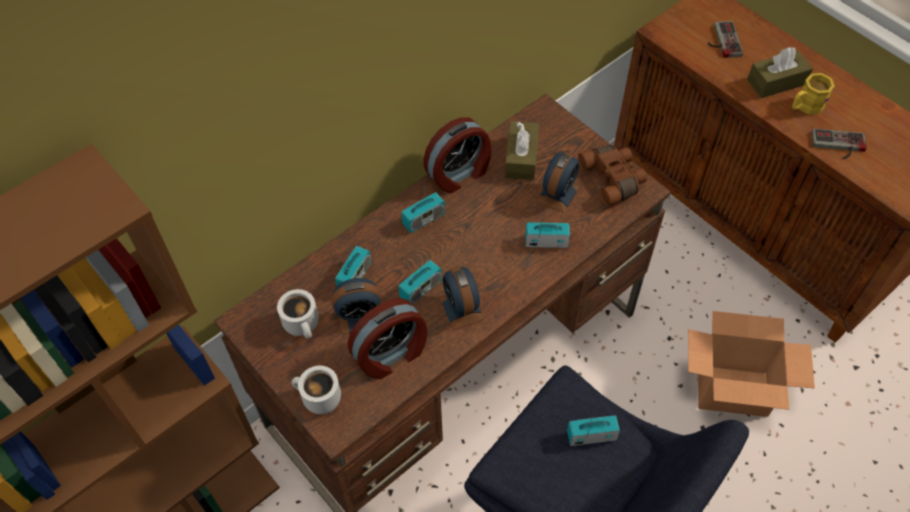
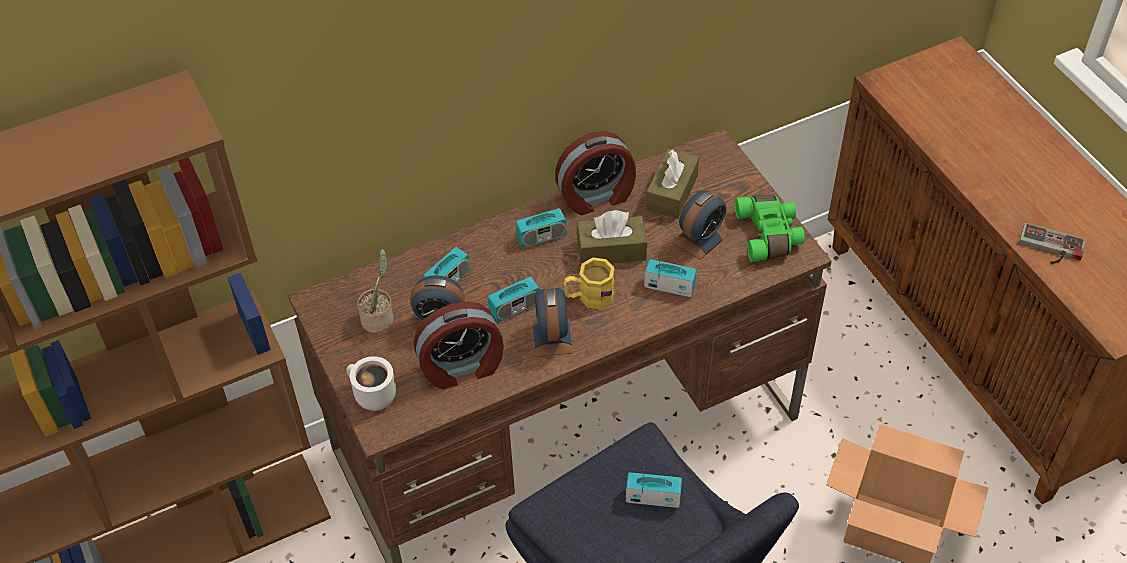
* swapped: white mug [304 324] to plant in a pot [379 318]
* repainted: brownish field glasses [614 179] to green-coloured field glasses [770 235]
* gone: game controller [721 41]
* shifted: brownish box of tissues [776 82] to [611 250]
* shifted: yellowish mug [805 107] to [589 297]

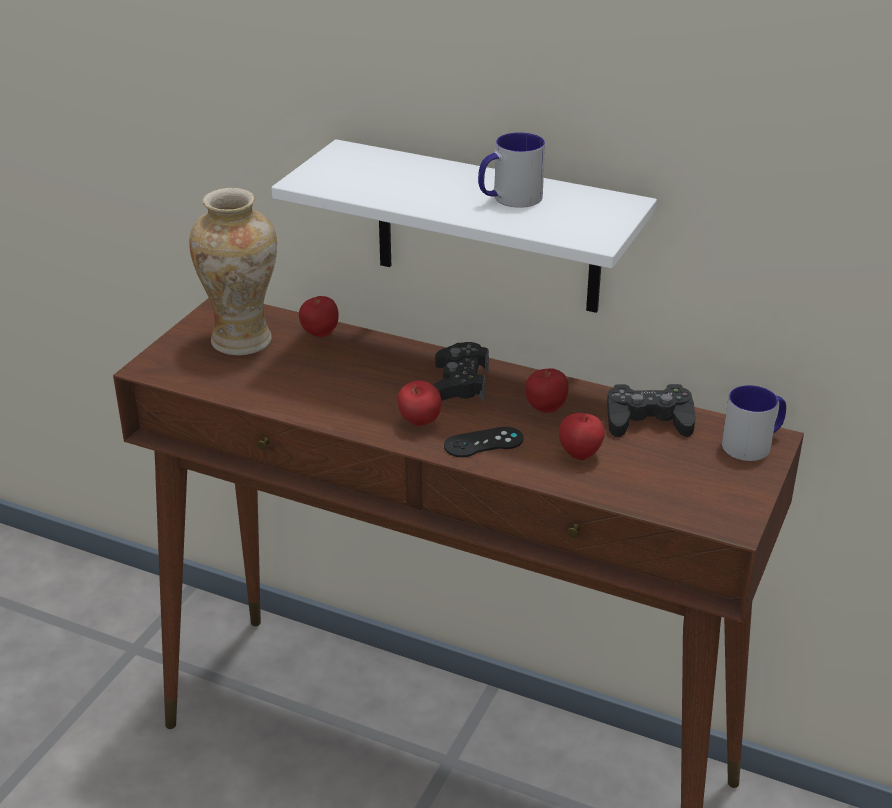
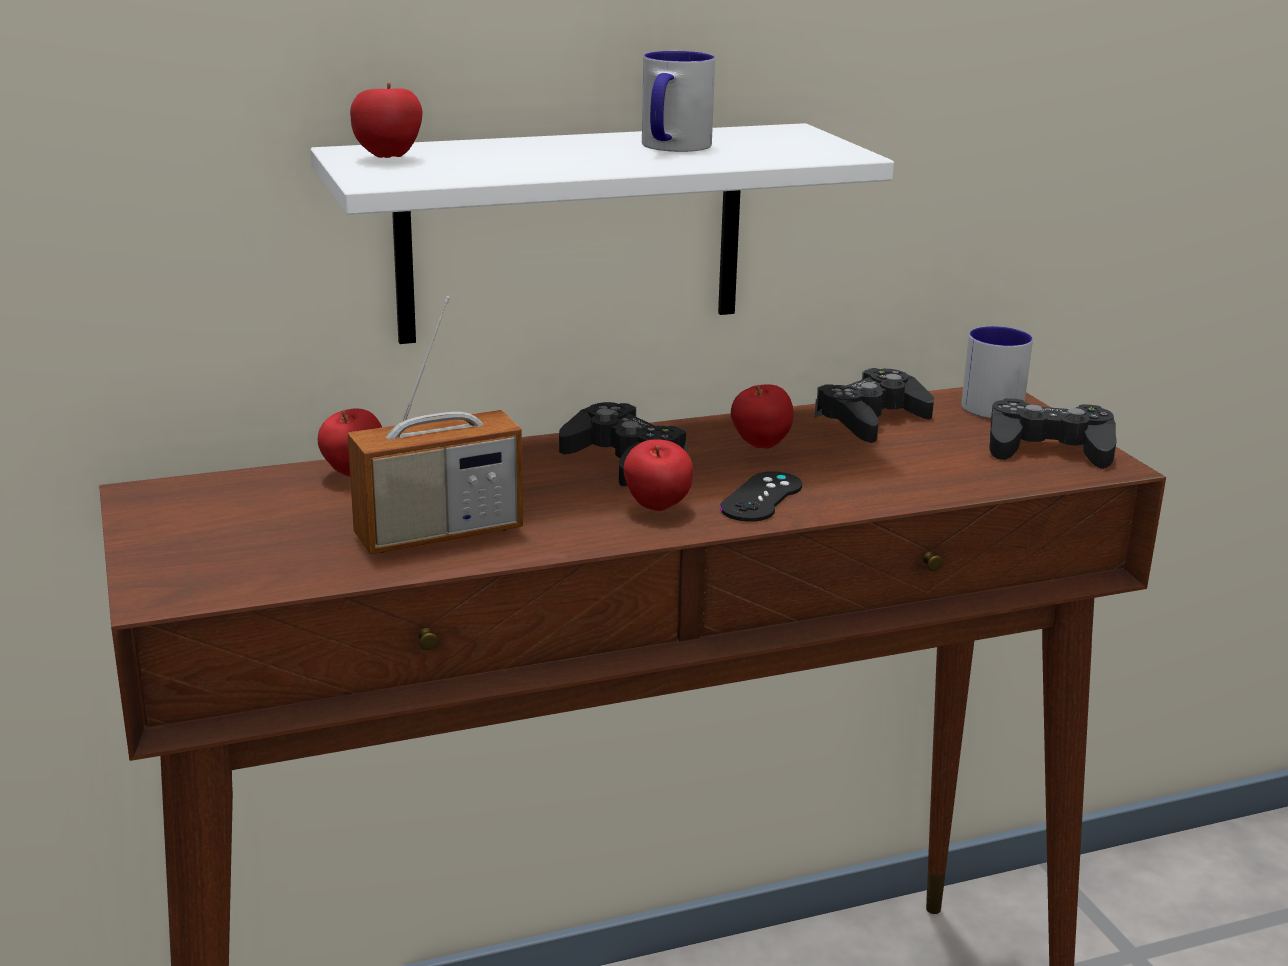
* gone: flower vase [243 341]
* shifted: apple [580 455] to [388 158]
* new: radio set [439 533]
* new: black-coloured game controller [1048 448]

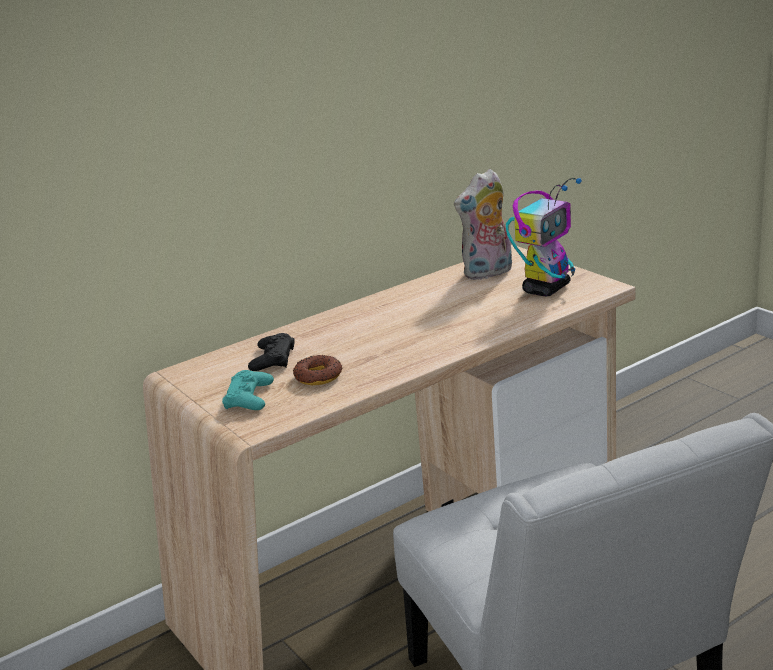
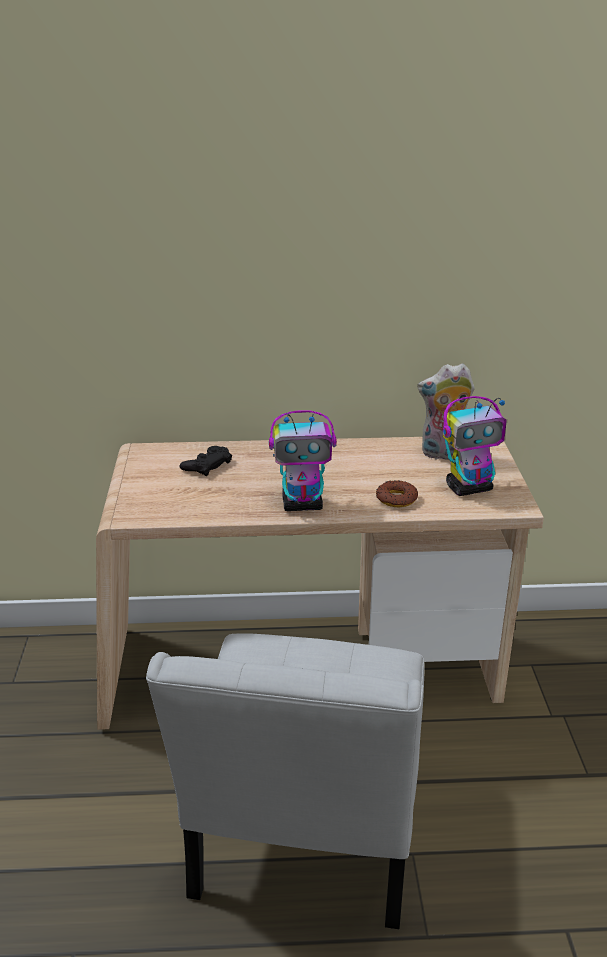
* gone: turquoise-coloured game controller [249 397]
* shifted: donut [318 376] to [396 499]
* new: toy robot [303 504]

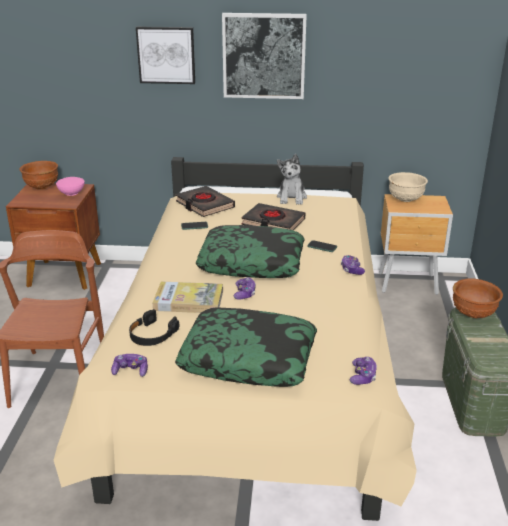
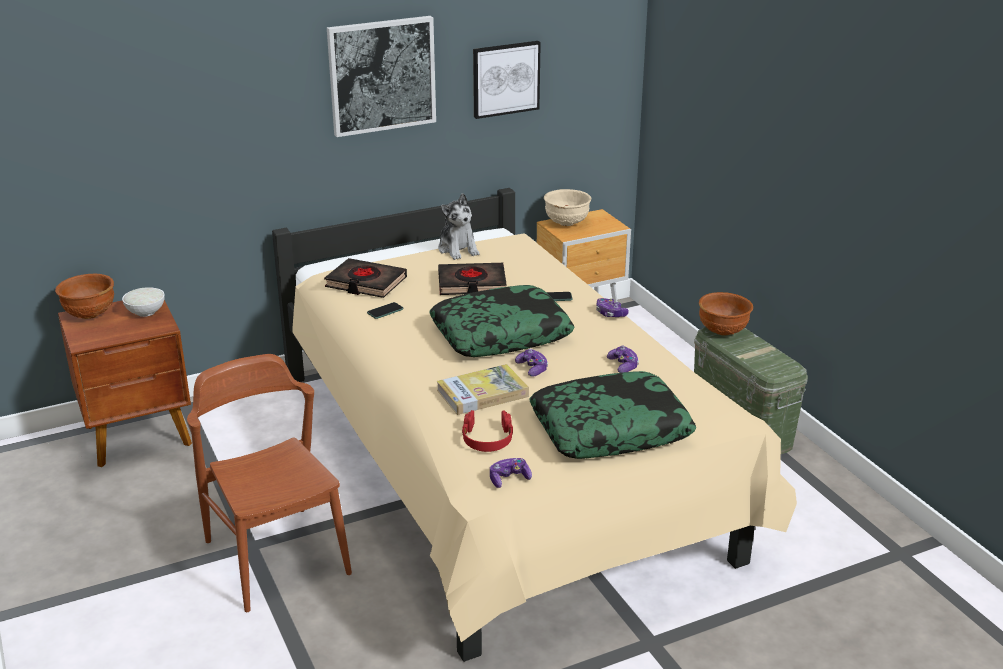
* repainted: pink-coloured bowl [71 193] to white bowl [145 312]
* repainted: black-coloured pair of headphones [152 335] to red-coloured pair of headphones [487 439]
* shifted: wall art [166 55] to [505 79]
* shifted: game controller [363 376] to [623 365]

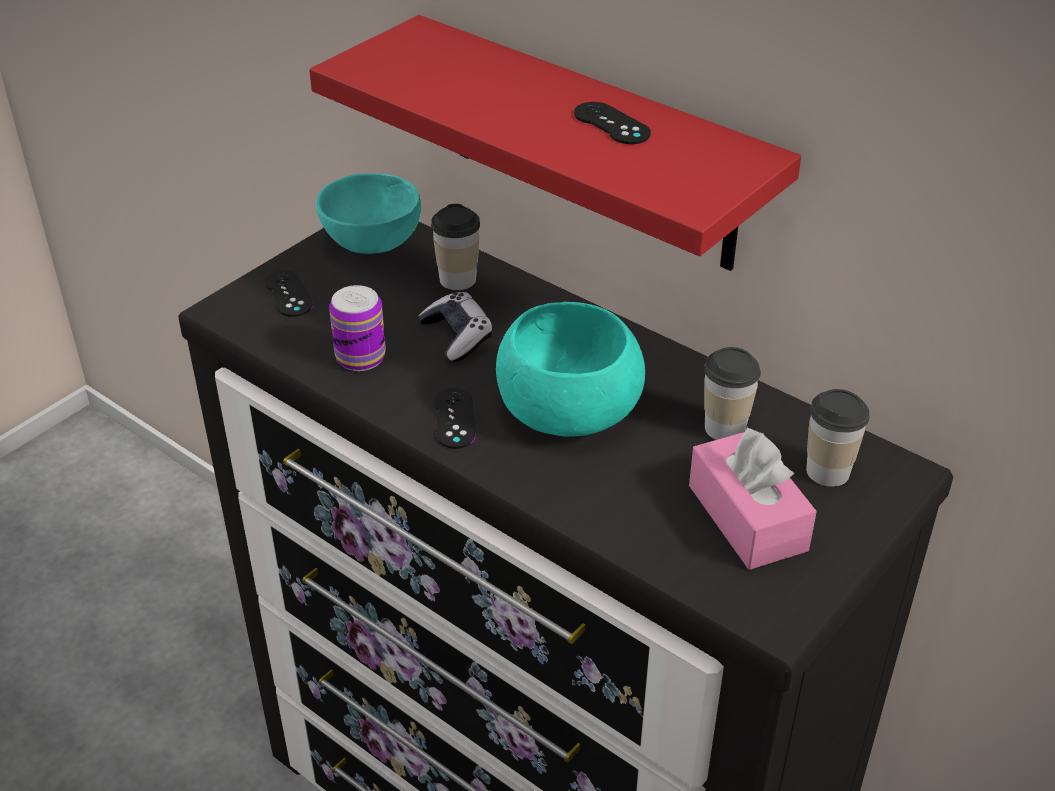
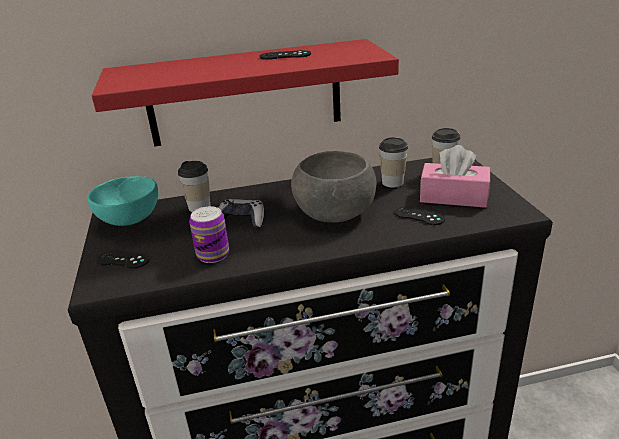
* shifted: black-coloured game controller [454 418] to [419 216]
* repainted: turquoise-coloured bowl [567 410] to greyish bowl [335 212]

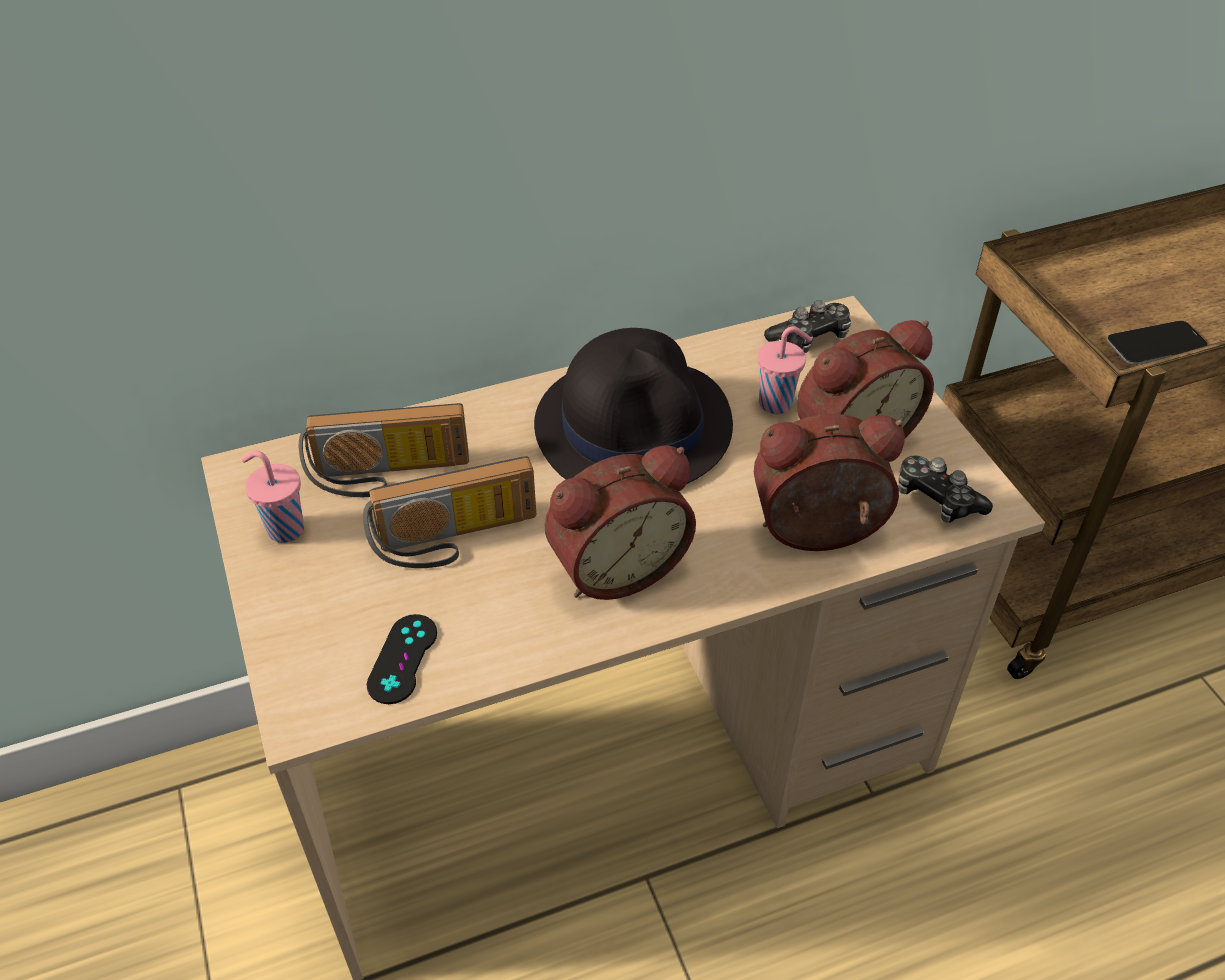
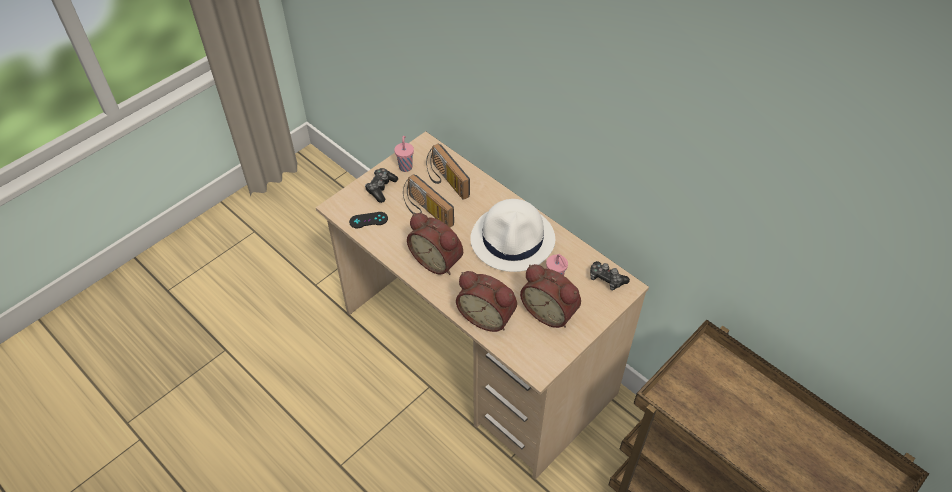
* repainted: black-coloured hat [634 425] to white hat [513 239]
* rotated: table clock [818 535] = [487 316] 150 degrees clockwise
* shifted: game controller [936 499] to [381 188]
* gone: telephone [1156 345]

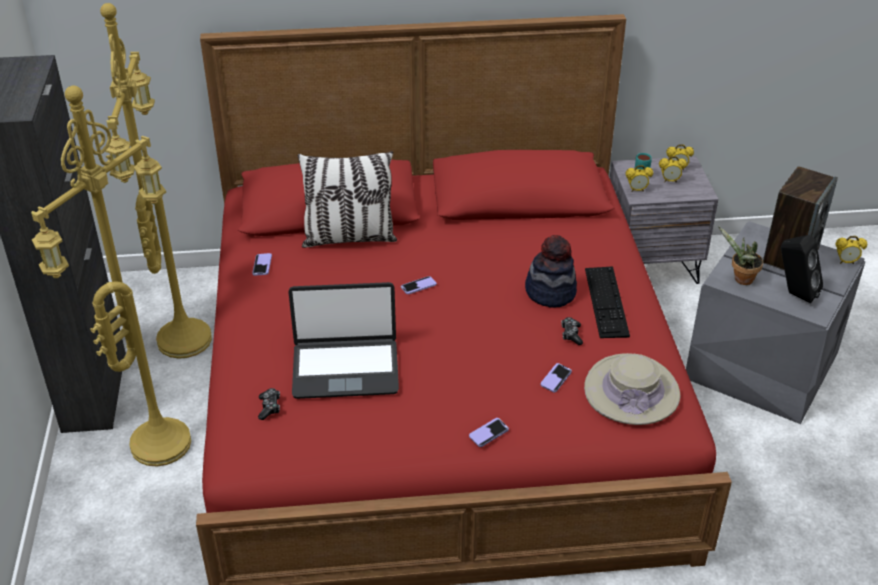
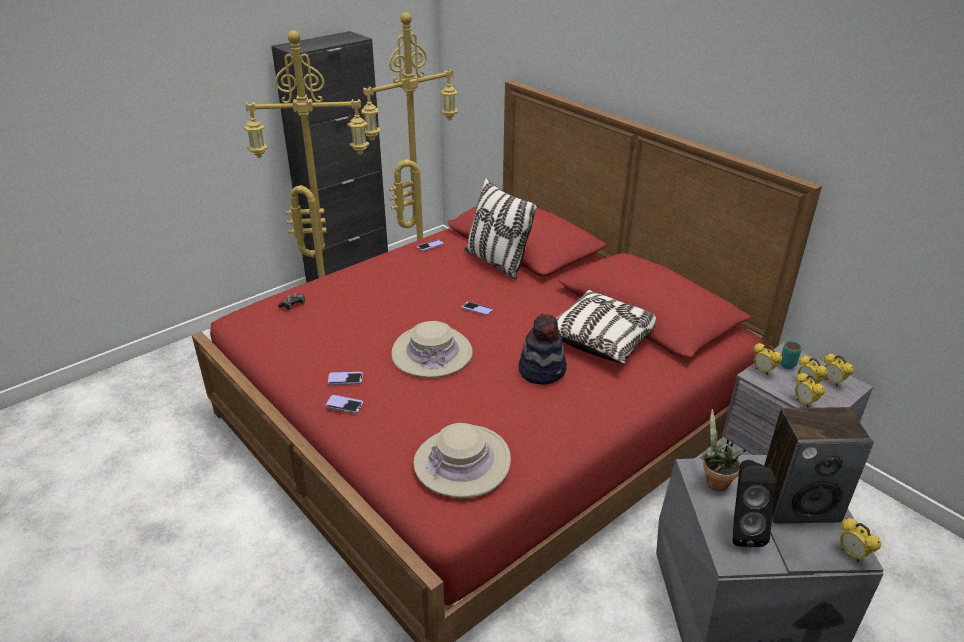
* gone: portable computer [345 369]
* shifted: telephone [556 378] to [345 379]
* gone: game controller [571 334]
* gone: computer keyboard [606 301]
* new: beige-coloured hat [432 353]
* new: cushion [602 339]
* new: table clock [804 402]

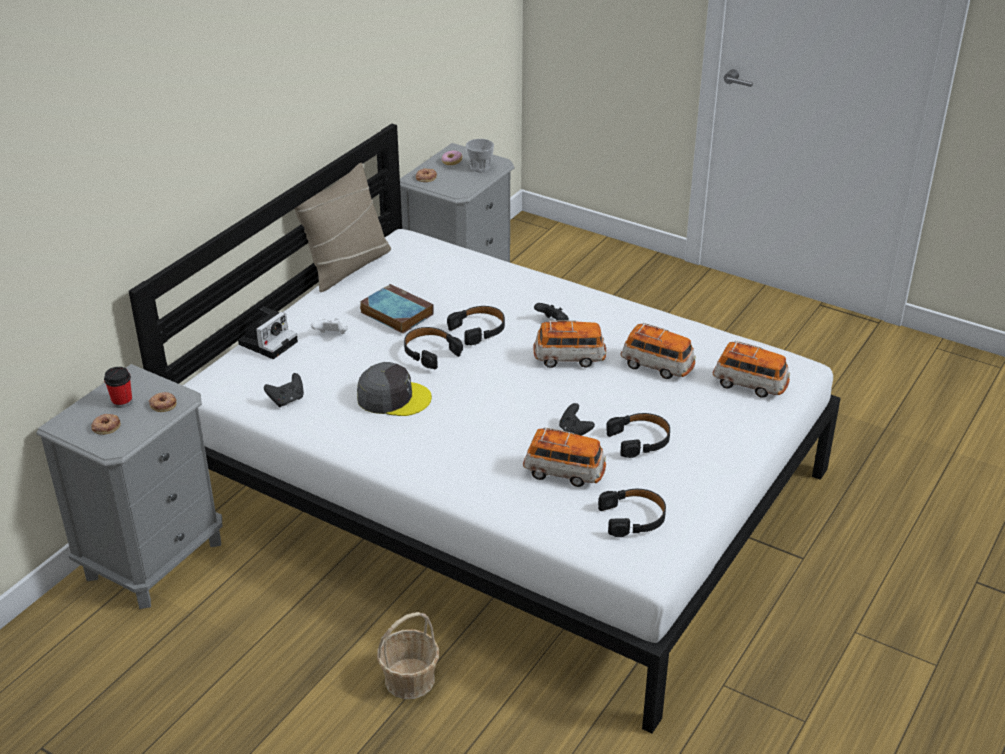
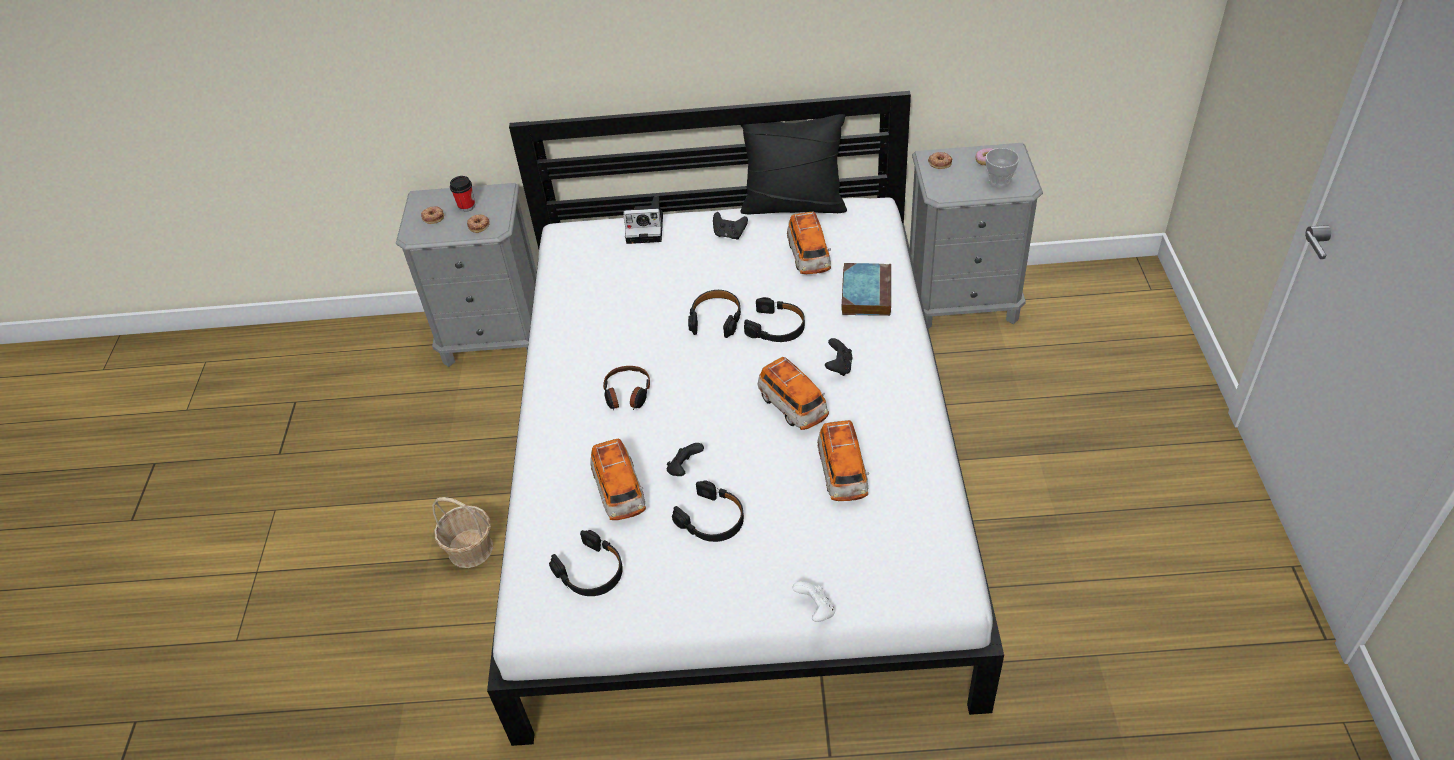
* shifted: black-coloured game controller [287 400] to [729 234]
* repainted: beige-coloured cushion [346 266] to black-coloured cushion [793 204]
* shifted: white game controller [331 336] to [816 609]
* gone: greyish cap [393 397]
* shifted: book [395 313] to [866 292]
* shifted: miniature car [750 385] to [808 257]
* new: pair of headphones [627 395]

